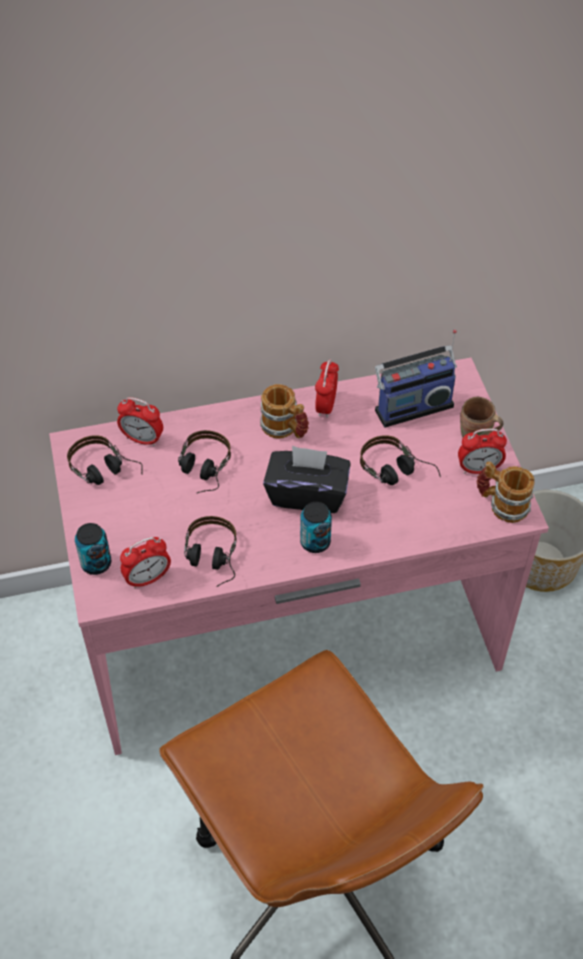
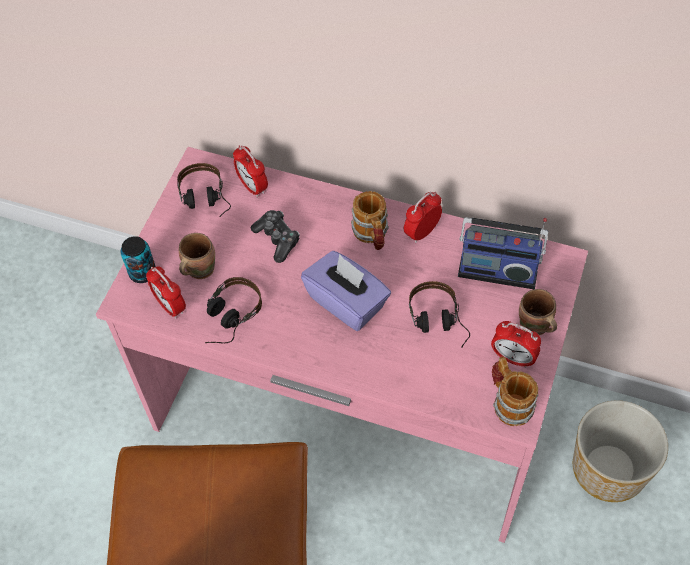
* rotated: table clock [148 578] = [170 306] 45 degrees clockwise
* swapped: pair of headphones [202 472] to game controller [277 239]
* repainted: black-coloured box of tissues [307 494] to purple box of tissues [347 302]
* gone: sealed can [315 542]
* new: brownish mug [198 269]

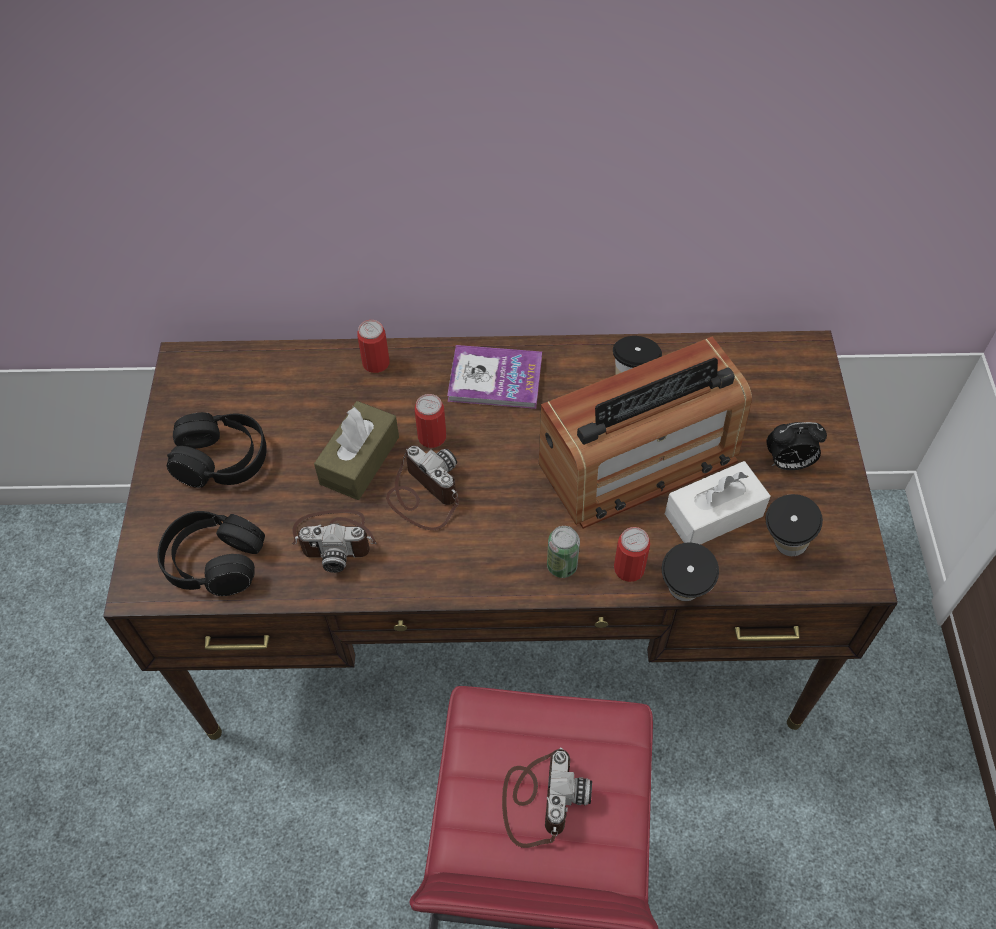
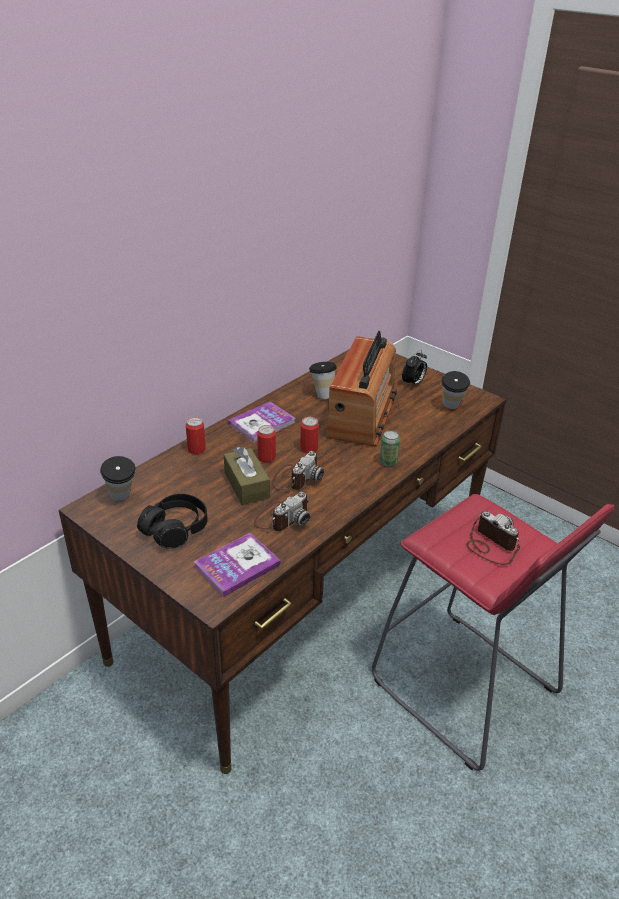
* swapped: black-coloured pair of headphones [215 561] to book [237 566]
* rotated: still camera [423 495] = [295 478] 120 degrees clockwise
* shifted: sealed can [629 568] to [309 449]
* shifted: cup [682 597] to [122 498]
* gone: white box of tissues [713 515]

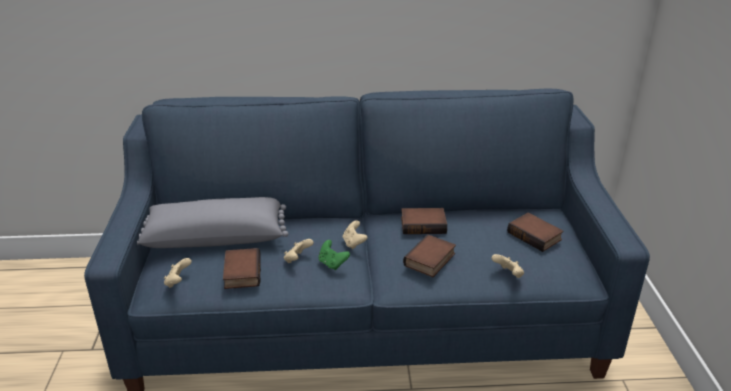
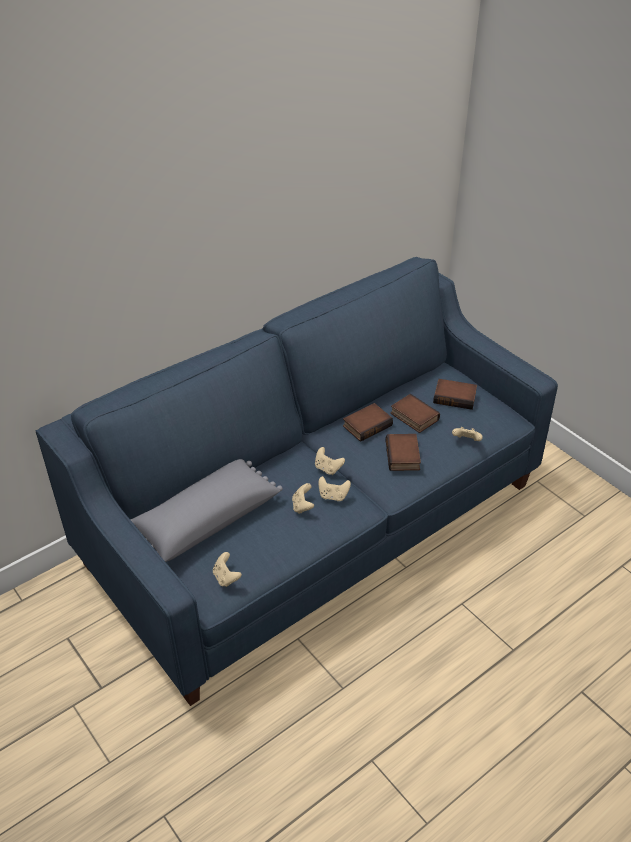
* shifted: book [241 272] to [413 417]
* repainted: green-coloured game controller [332 264] to beige-coloured game controller [333 496]

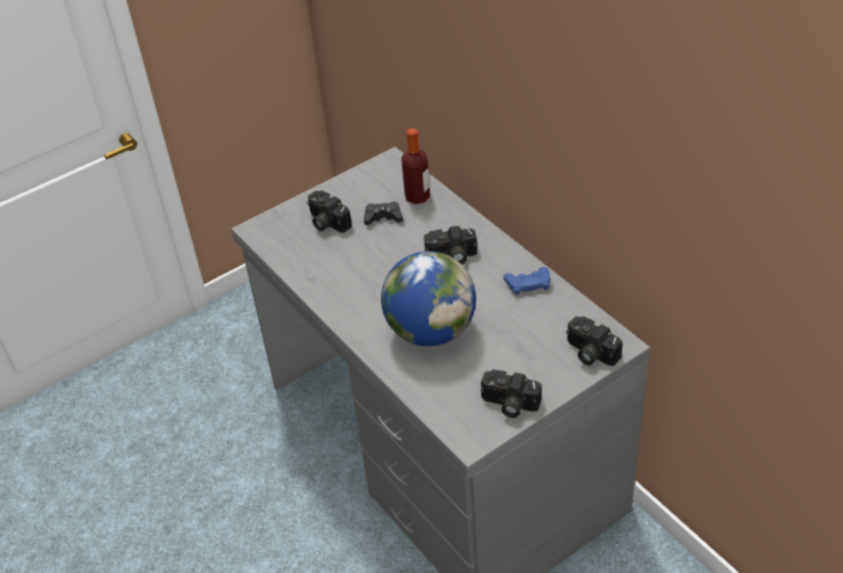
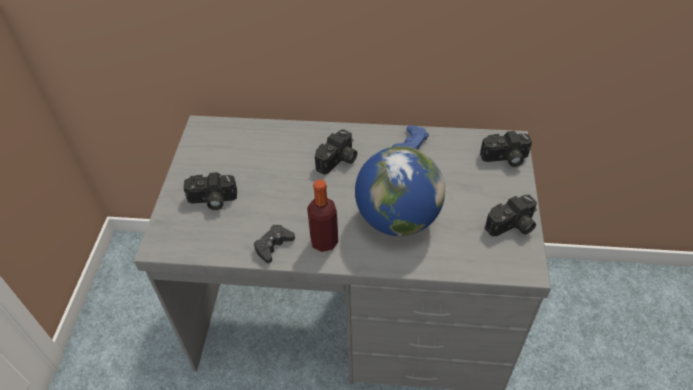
* shifted: black-coloured game controller [383 217] to [273 246]
* shifted: drink bottle [417 197] to [324 242]

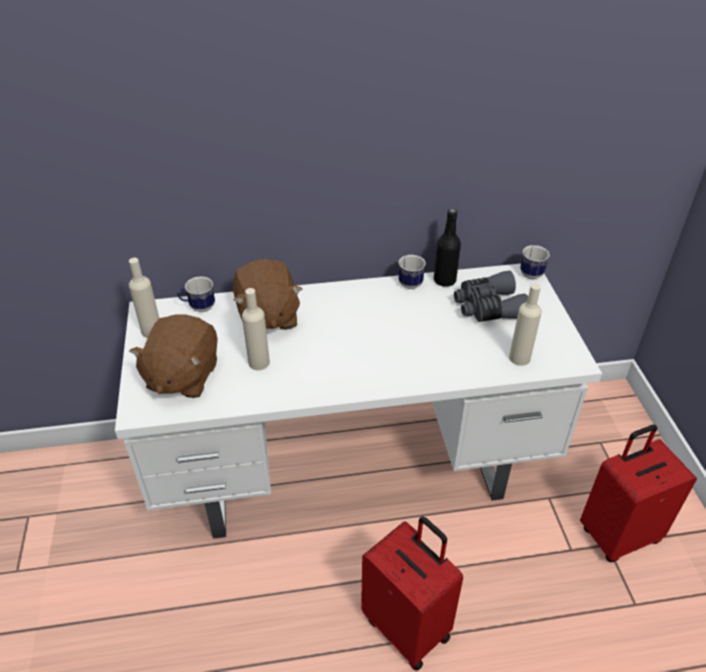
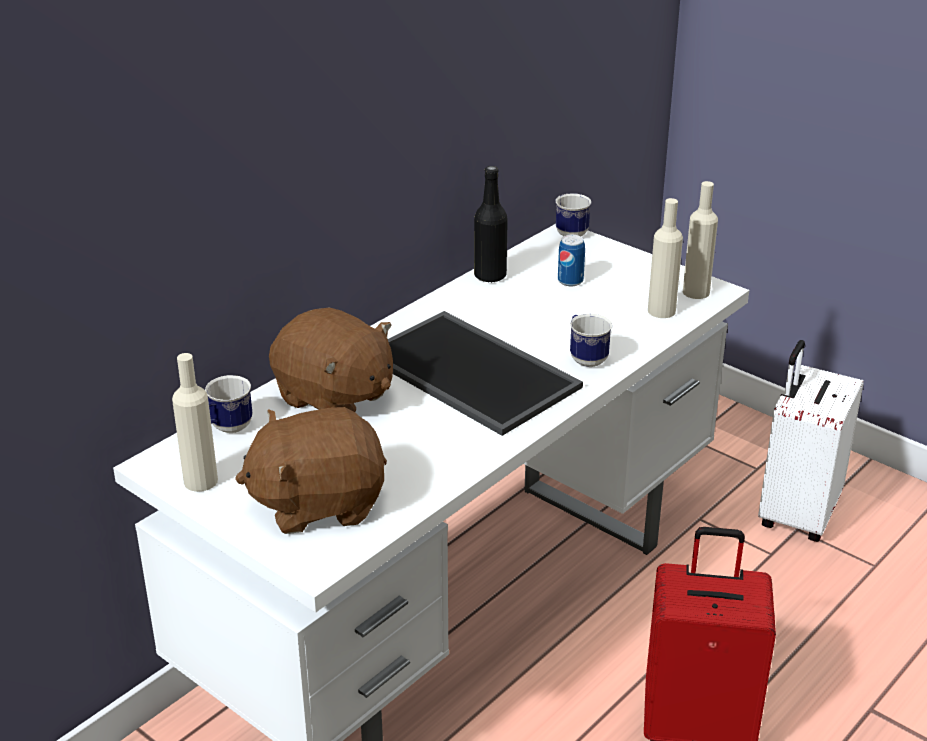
* rotated: brownish plush toy [182 376] = [318 503] 105 degrees clockwise
* shifted: beige-coloured drink bottle [259 362] to [696 292]
* shifted: mug [411 282] to [585 358]
* swapped: greyish field glasses [488 307] to sealed can [570 281]
* repainted: red-coloured suitcase [618 534] to white suitcase [796 514]
* new: tray [475 371]

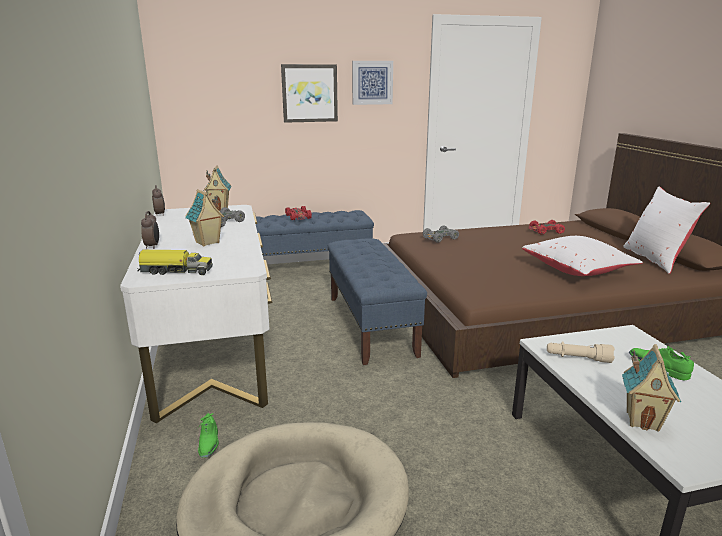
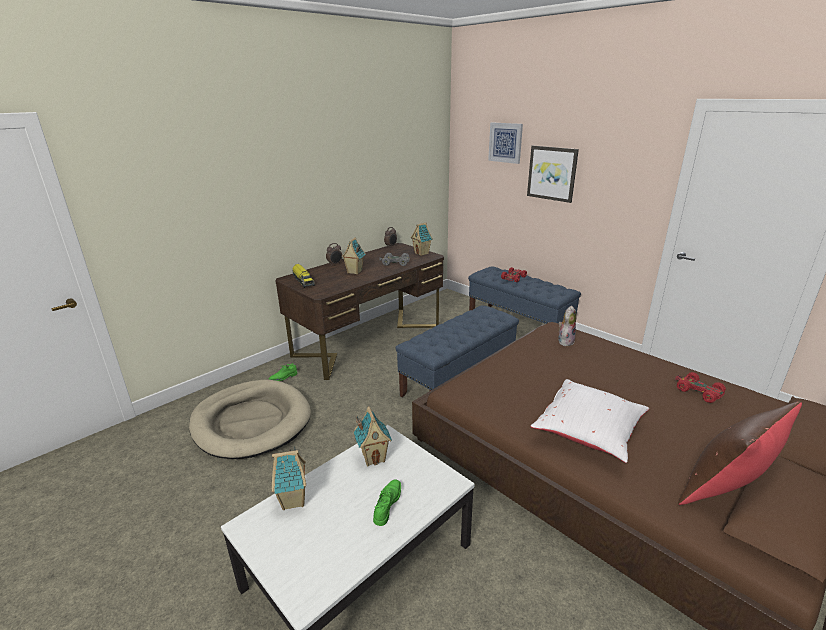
* repainted: white desk unit [213 349] to brownish desk unit [369 340]
* shifted: wall art [372 82] to [505 142]
* swapped: greyish miniature car [440 238] to plush toy [565 341]
* swapped: beige-coloured torch [578 358] to miniature house [374 457]
* repainted: white cushion [655 259] to brownish cushion [725 490]

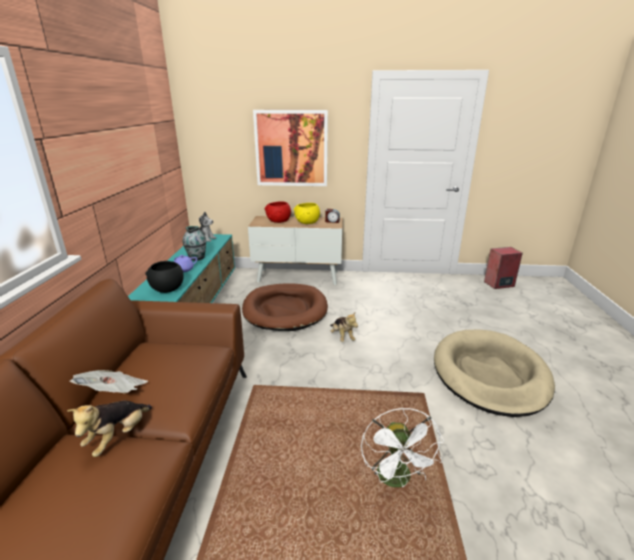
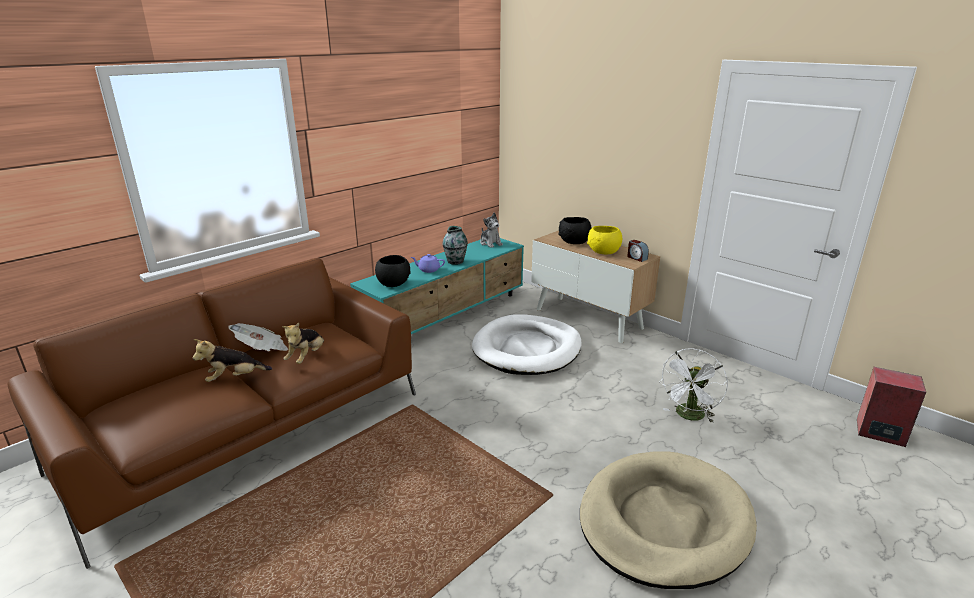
* repainted: brownish dog bed [285 310] to white dog bed [527 349]
* gone: wall art [291 148]
* repainted: red-coloured bowl [278 221] to black-coloured bowl [573 242]
* shifted: plush toy [342 337] to [306 357]
* shifted: white fan [397 480] to [689 416]

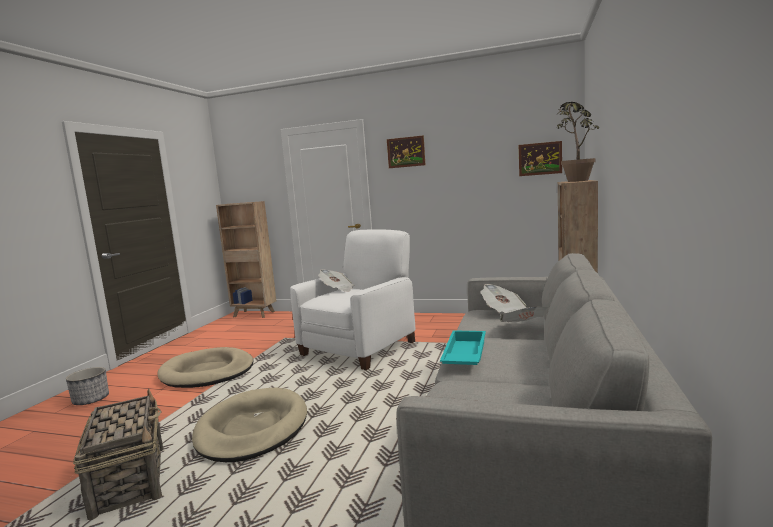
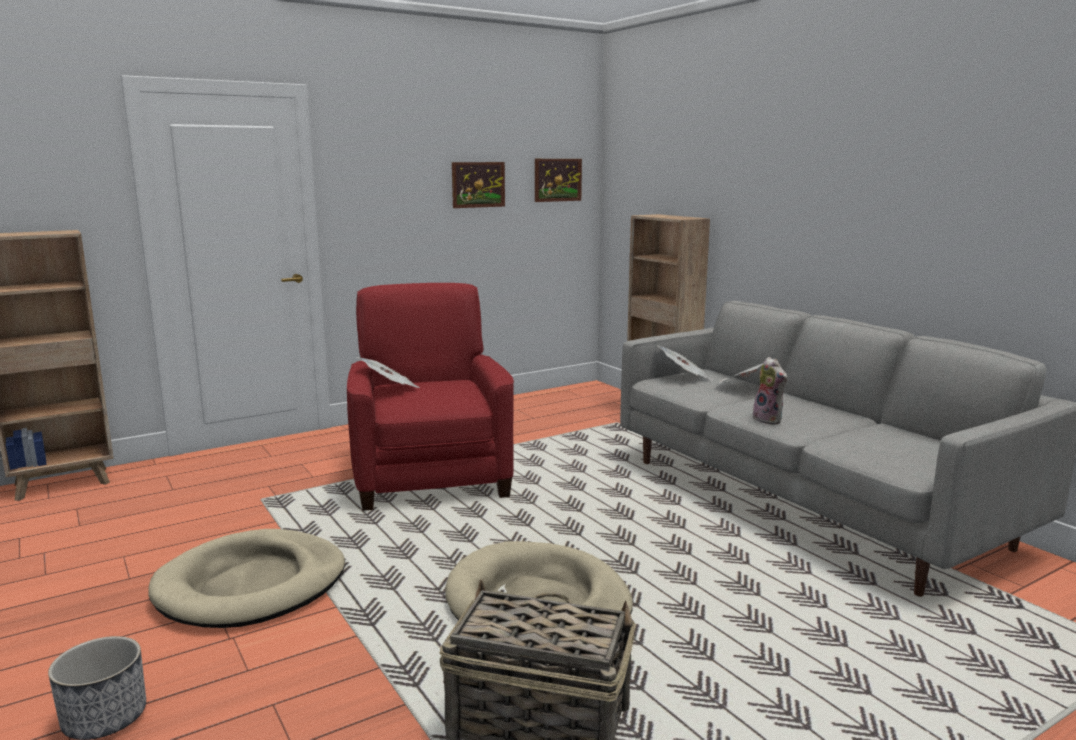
* repainted: white lounge chair [359 348] to red-coloured lounge chair [430 477]
* shifted: wall art [406 152] to [478 184]
* swapped: turquoise-coloured tray [463 355] to plush toy [769 420]
* gone: plant in a pot [574 181]

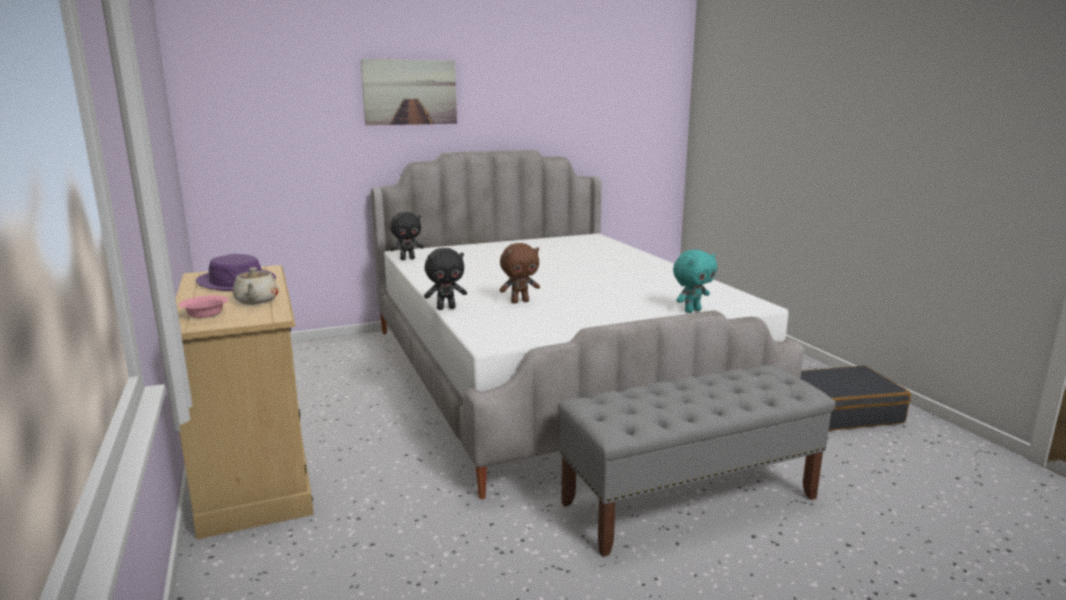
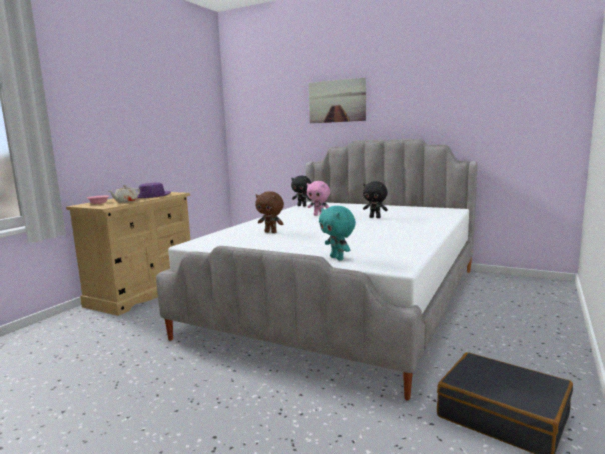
* shifted: black-coloured plush toy [446 308] to [375 217]
* gone: greyish long seat [690 500]
* rotated: turquoise-coloured plush toy [692 310] = [338 258] 45 degrees clockwise
* new: pink-coloured plush toy [319 215]

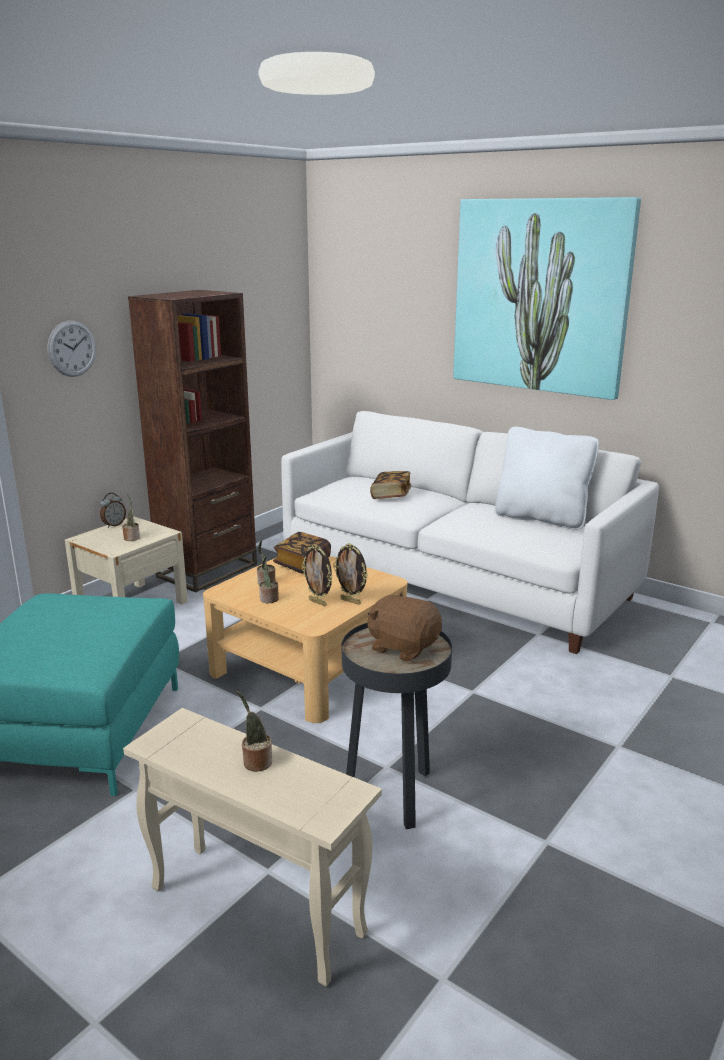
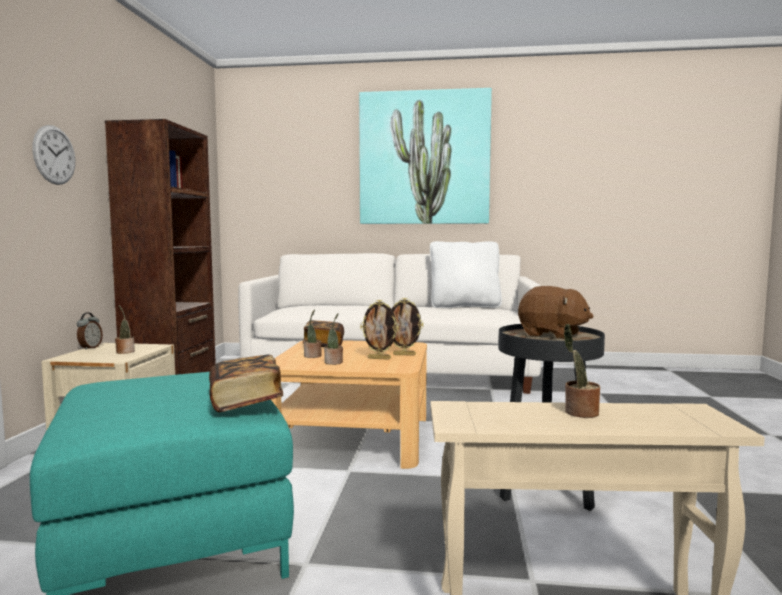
* rotated: brownish plush toy [403 647] = [552 335] 150 degrees counterclockwise
* shifted: book [391 495] to [245 401]

